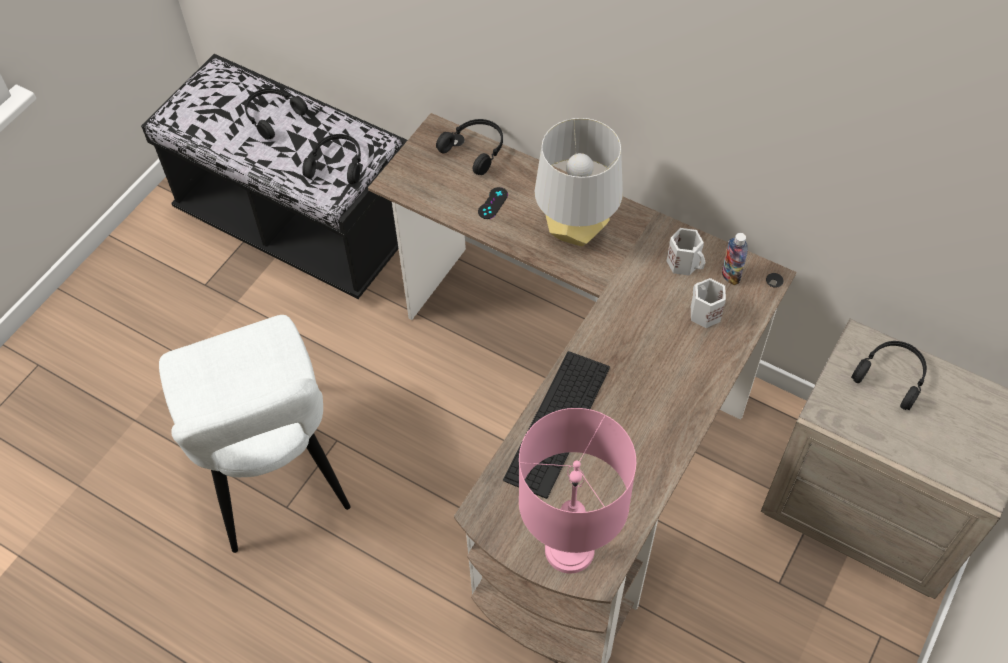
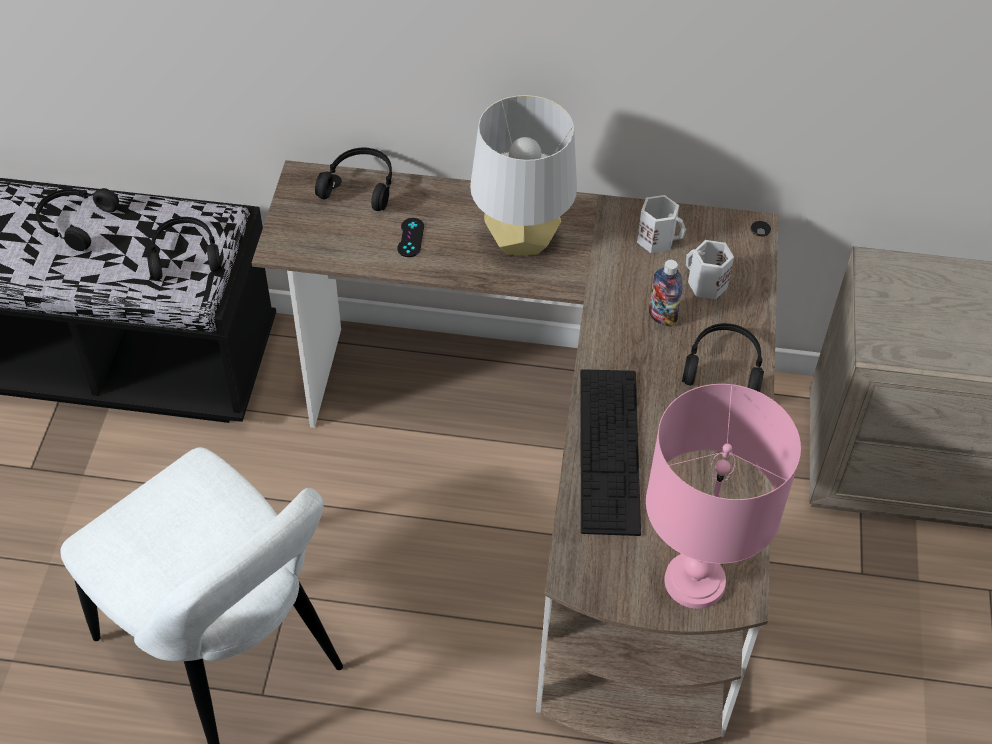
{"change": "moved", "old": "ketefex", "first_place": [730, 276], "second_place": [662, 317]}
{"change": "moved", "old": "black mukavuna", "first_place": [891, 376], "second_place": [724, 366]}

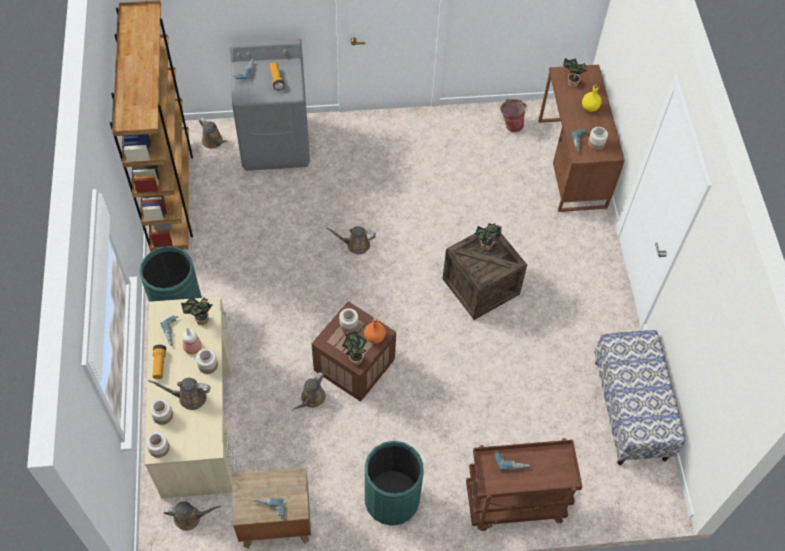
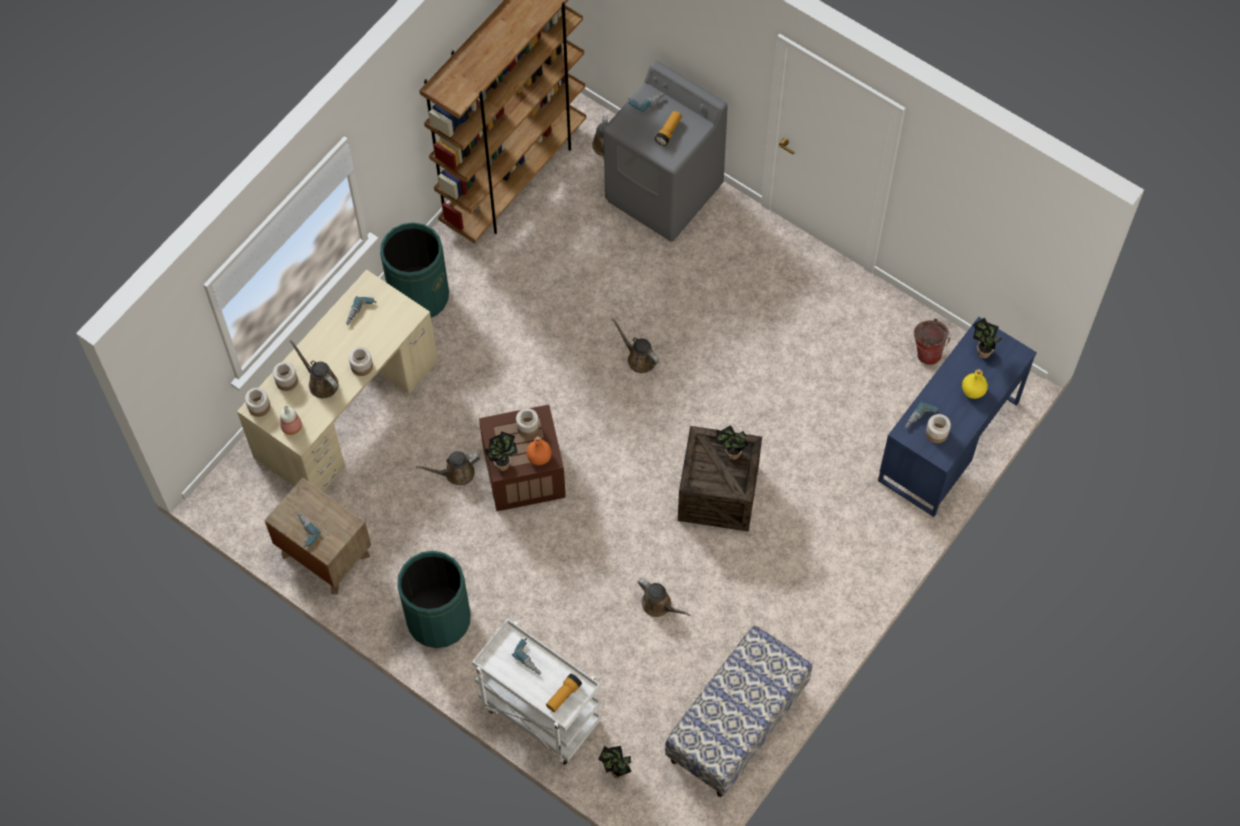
{"change": "recoloured", "old": "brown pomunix", "new": "blue pomunix", "first_place": [571, 163], "second_place": [948, 441]}
{"change": "moved", "old": "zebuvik", "first_place": [200, 320], "second_place": [616, 771]}
{"change": "moved", "old": "ketefex", "first_place": [192, 347], "second_place": [291, 426]}
{"change": "moved", "old": "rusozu", "first_place": [159, 364], "second_place": [563, 695]}
{"change": "recoloured", "old": "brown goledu", "new": "white goledu", "first_place": [513, 504], "second_place": [539, 714]}
{"change": "moved", "old": "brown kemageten", "first_place": [190, 517], "second_place": [659, 605]}

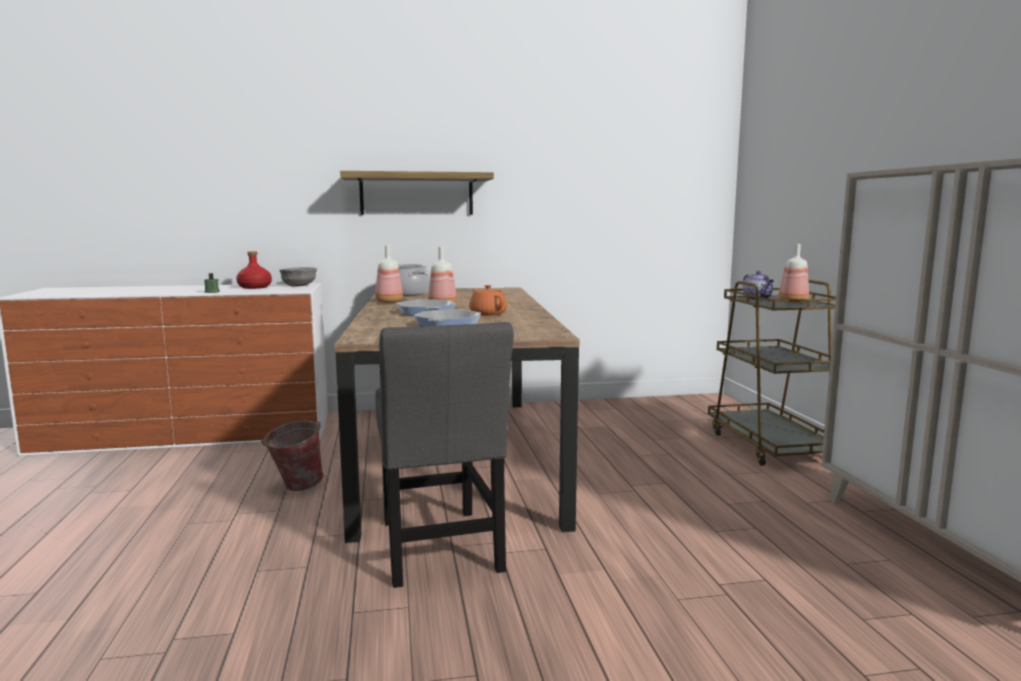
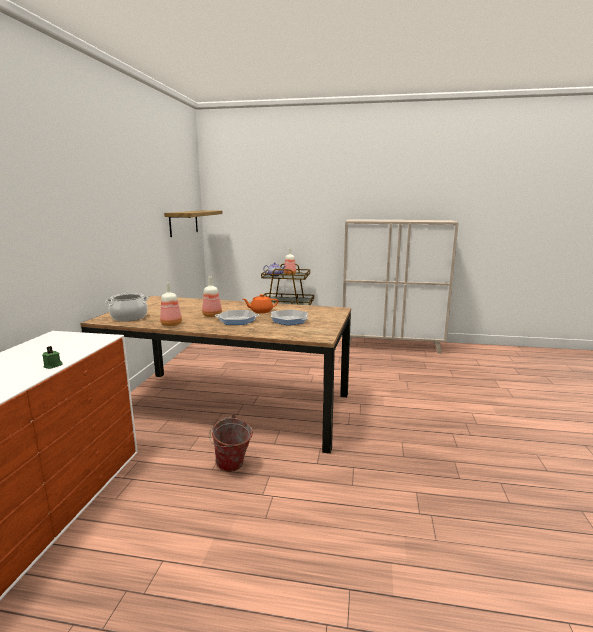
{"change": "moved", "old": "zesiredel", "first_place": [416, 194], "second_place": [183, 223]}
{"change": "removed", "old": "red ketefex", "first_place": [254, 287]}
{"change": "removed", "old": "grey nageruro", "first_place": [299, 286]}
{"change": "removed", "old": "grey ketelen", "first_place": [440, 550]}

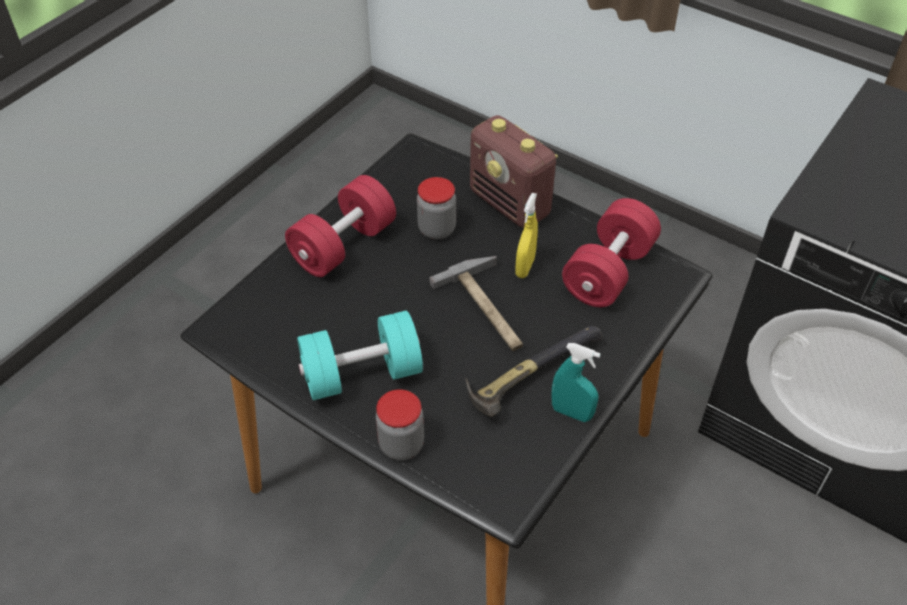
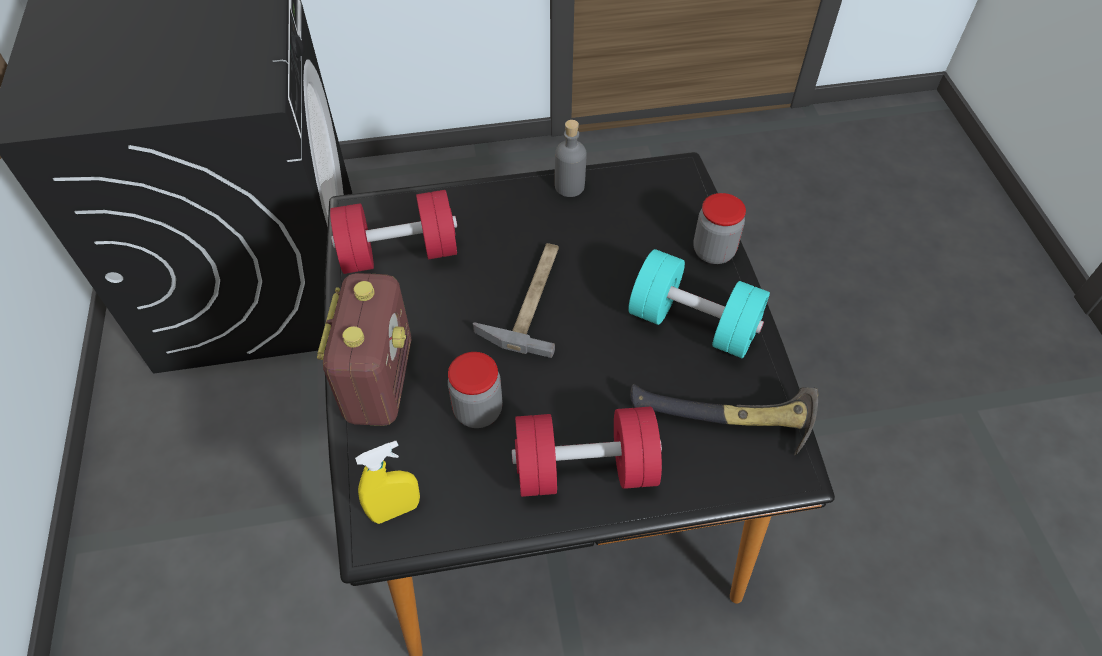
{"change": "moved", "old": "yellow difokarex", "first_place": [525, 267], "second_place": [395, 510]}
{"change": "moved", "old": "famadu", "first_place": [527, 376], "second_place": [726, 423]}
{"change": "replaced", "old": "turquoise difokarex", "new": "grey ketefex", "first_place": [571, 412], "second_place": [569, 186]}

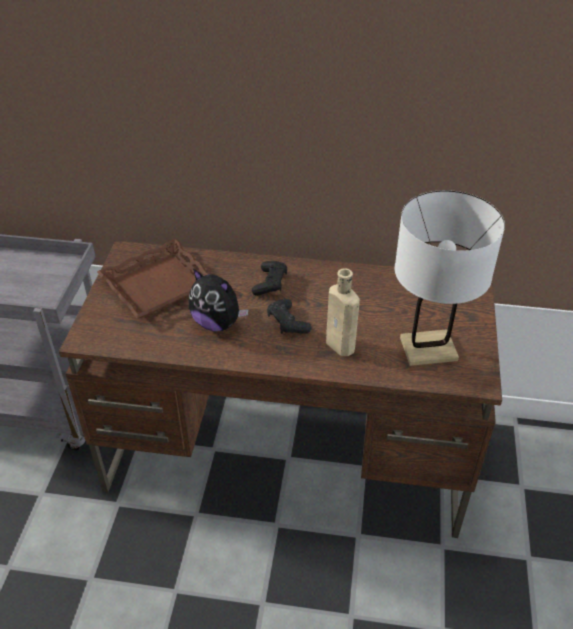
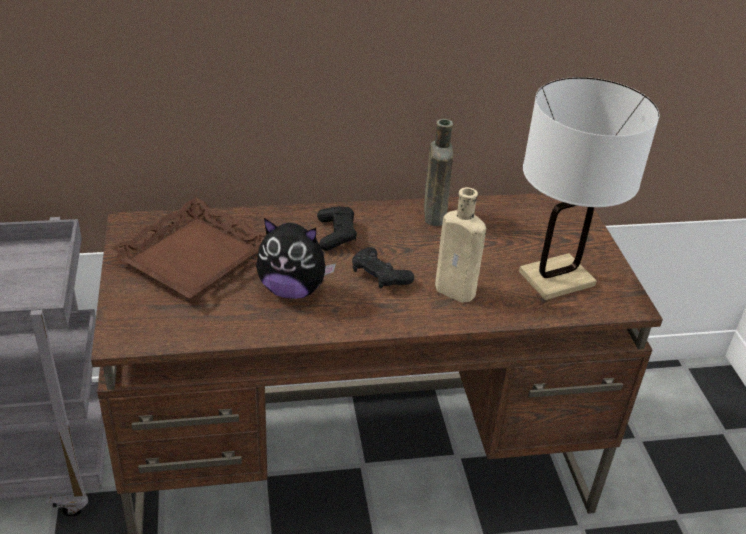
{"change": "added", "new": "brown ketefex", "second_place": [434, 213]}

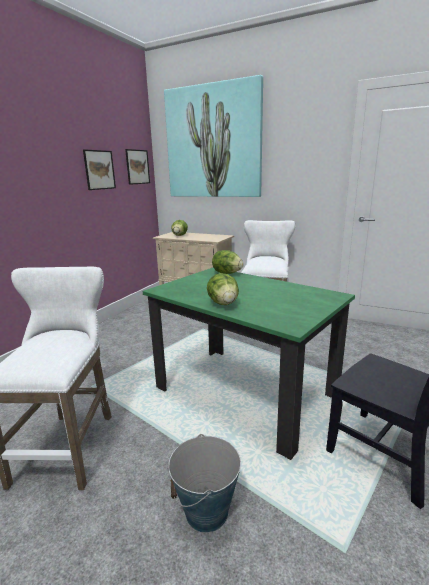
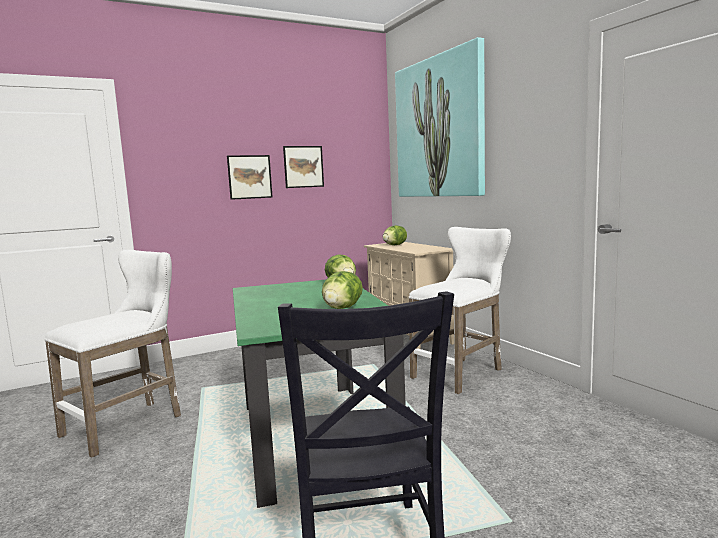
{"change": "moved", "old": "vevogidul", "first_place": [137, 167], "second_place": [249, 177]}
{"change": "moved", "old": "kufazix", "first_place": [223, 304], "second_place": [342, 308]}
{"change": "removed", "old": "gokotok", "first_place": [206, 512]}

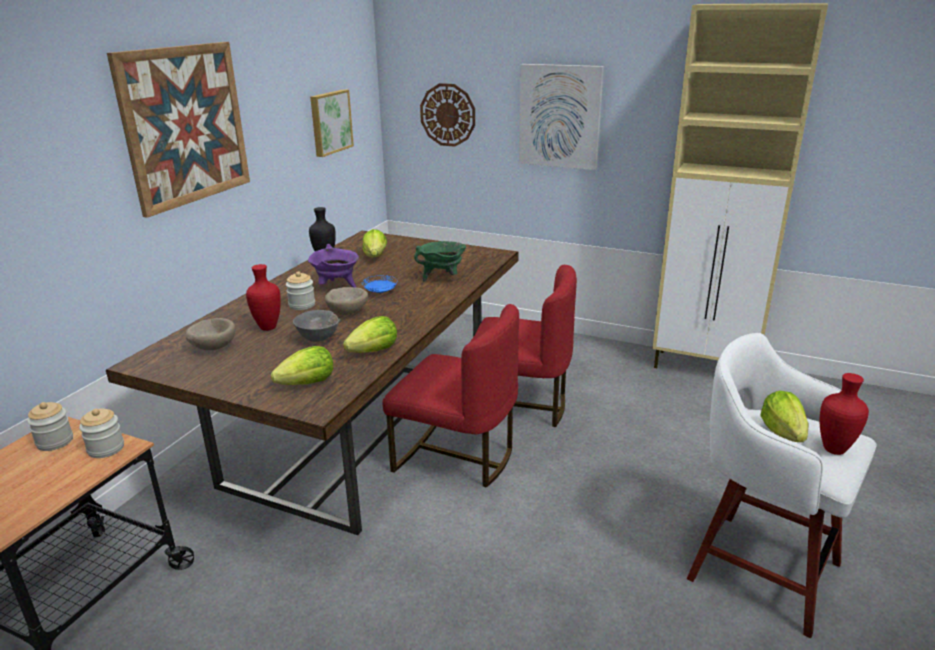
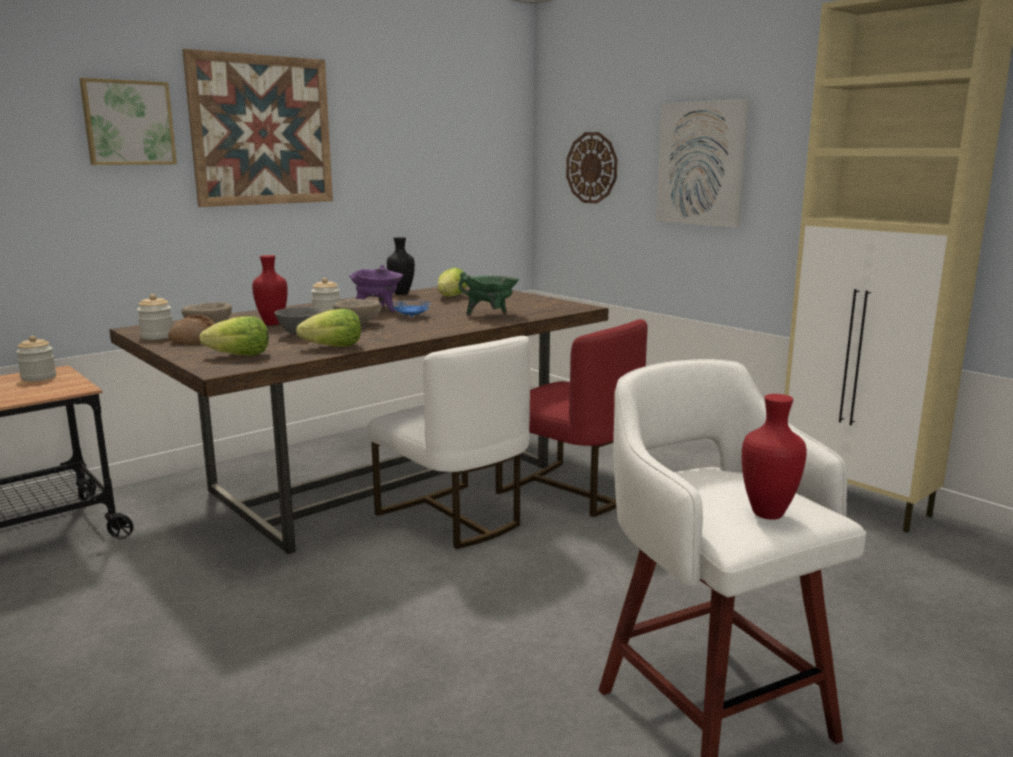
{"change": "moved", "old": "vevogidul", "first_place": [330, 122], "second_place": [128, 123]}
{"change": "recoloured", "old": "red ketelen", "new": "white ketelen", "first_place": [456, 457], "second_place": [453, 517]}
{"change": "removed", "old": "kufazix", "first_place": [783, 433]}
{"change": "moved", "old": "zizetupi", "first_place": [106, 448], "second_place": [157, 336]}
{"change": "added", "new": "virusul", "second_place": [195, 340]}

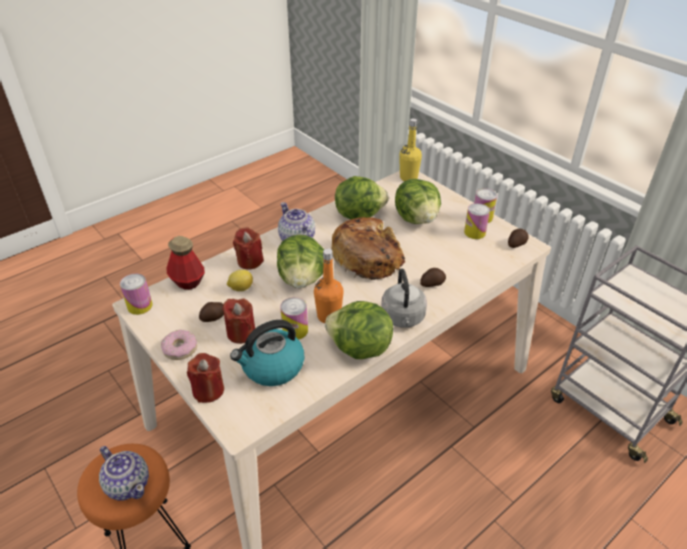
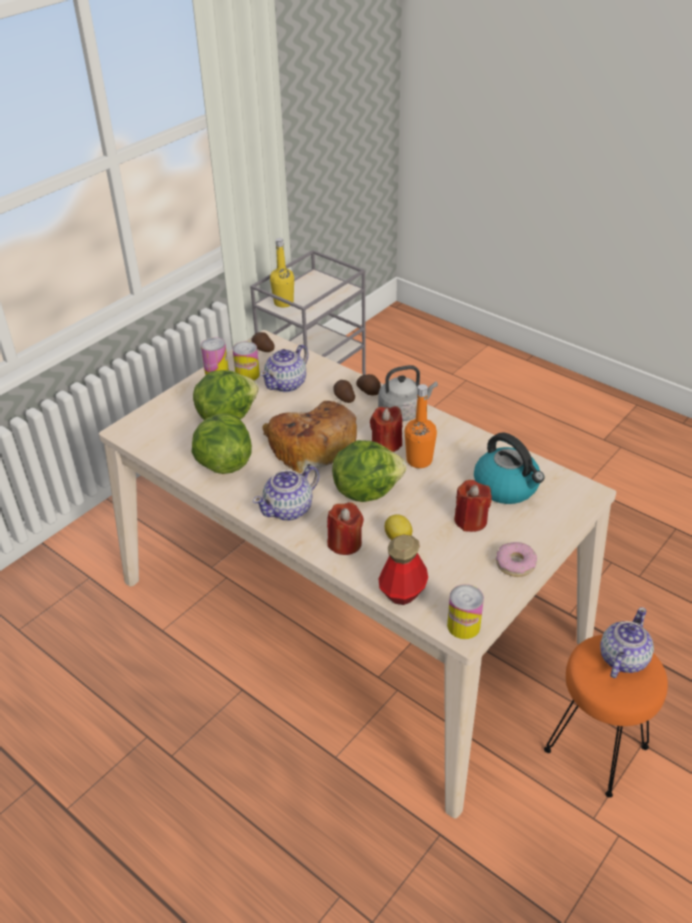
{"change": "moved", "old": "yellow ketefex", "first_place": [408, 178], "second_place": [283, 303]}
{"change": "removed", "old": "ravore", "first_place": [295, 330]}
{"change": "removed", "old": "kufazix", "first_place": [359, 349]}
{"change": "moved", "old": "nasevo", "first_place": [214, 318], "second_place": [369, 391]}
{"change": "moved", "old": "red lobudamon", "first_place": [208, 390], "second_place": [386, 444]}
{"change": "added", "new": "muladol", "second_place": [287, 384]}

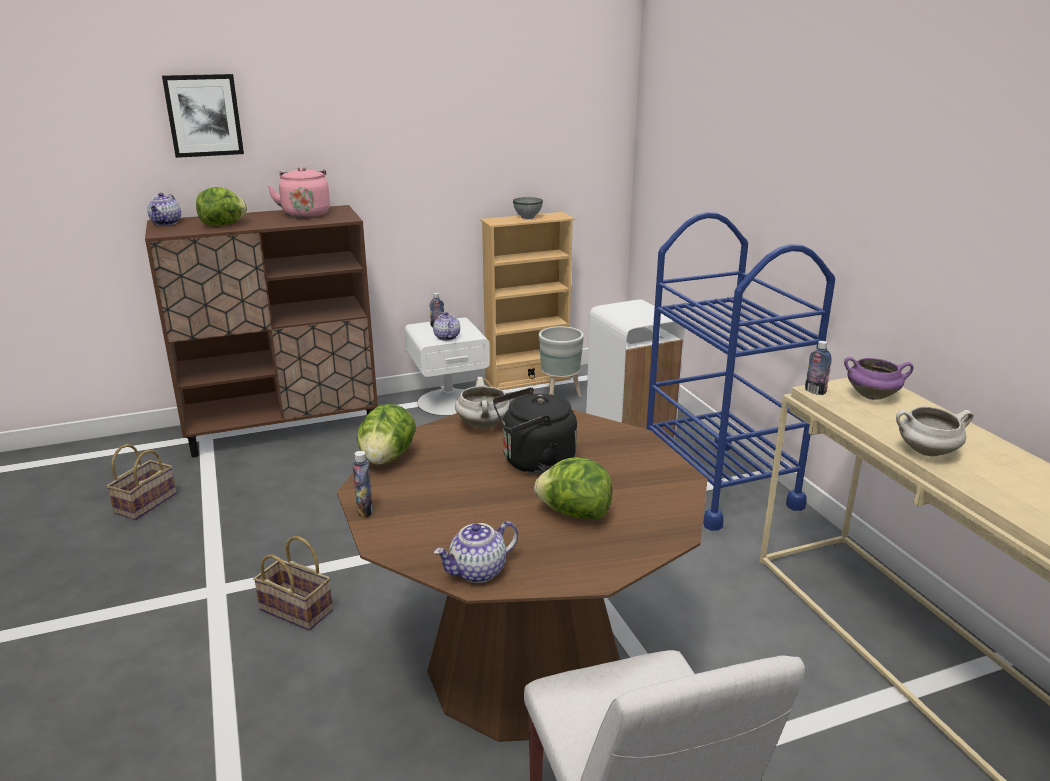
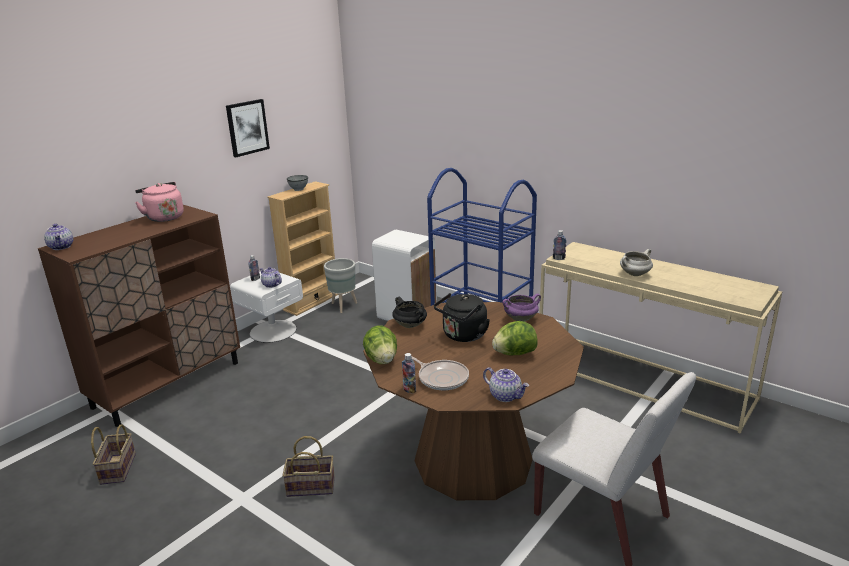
{"change": "moved", "old": "vevogidul", "first_place": [204, 115], "second_place": [247, 127]}
{"change": "removed", "old": "kufazix", "first_place": [223, 225]}
{"change": "moved", "old": "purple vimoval", "first_place": [872, 396], "second_place": [521, 319]}
{"change": "recoloured", "old": "white vimoval", "new": "black vimoval", "first_place": [484, 425], "second_place": [411, 325]}
{"change": "turned", "old": "muladol", "first_place": [478, 572], "second_place": [505, 396], "degrees": -75}
{"change": "added", "new": "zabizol", "second_place": [441, 378]}

